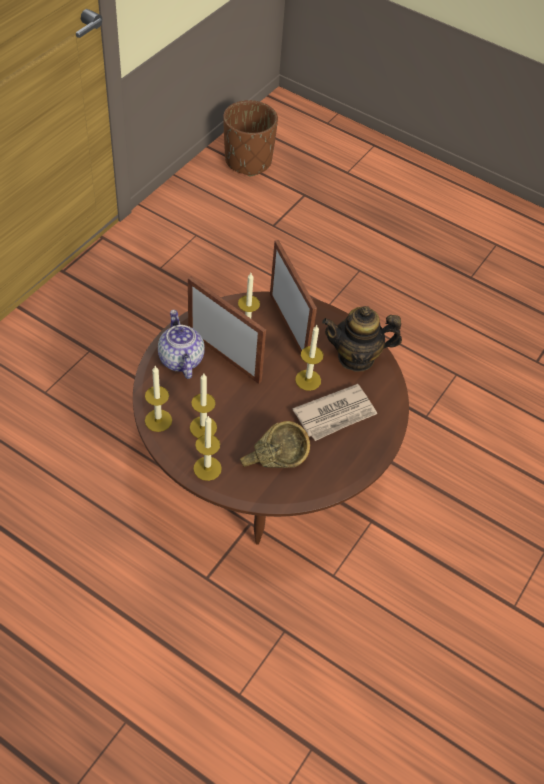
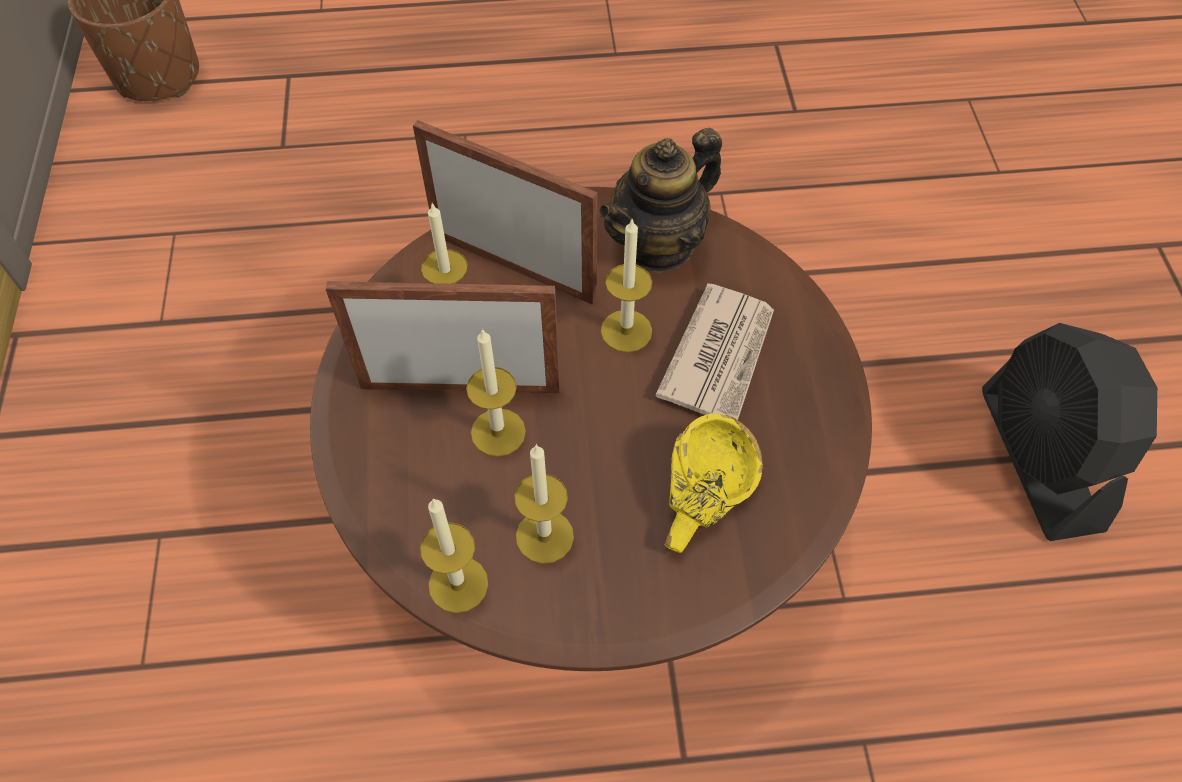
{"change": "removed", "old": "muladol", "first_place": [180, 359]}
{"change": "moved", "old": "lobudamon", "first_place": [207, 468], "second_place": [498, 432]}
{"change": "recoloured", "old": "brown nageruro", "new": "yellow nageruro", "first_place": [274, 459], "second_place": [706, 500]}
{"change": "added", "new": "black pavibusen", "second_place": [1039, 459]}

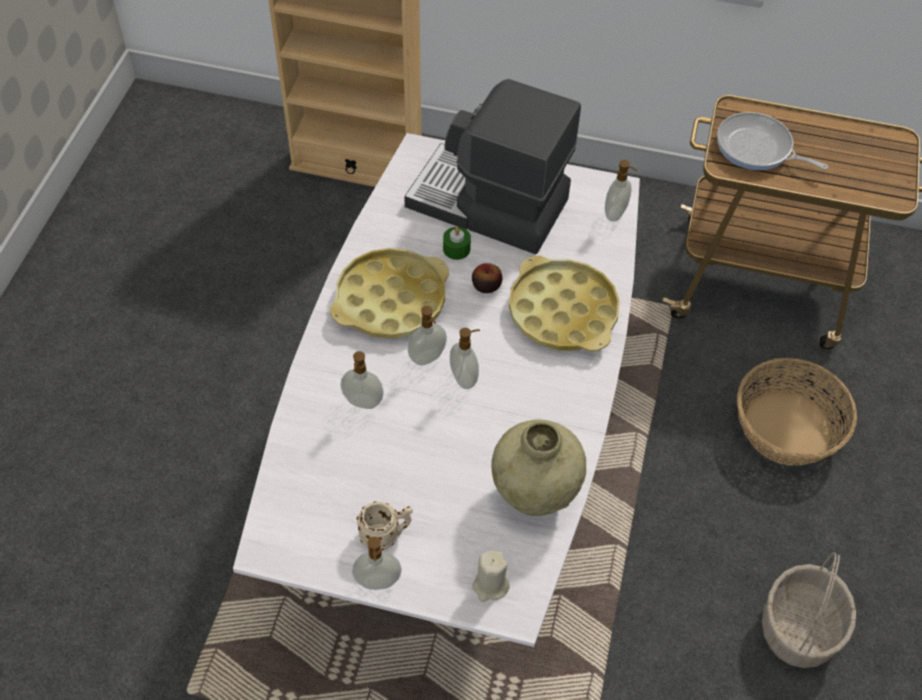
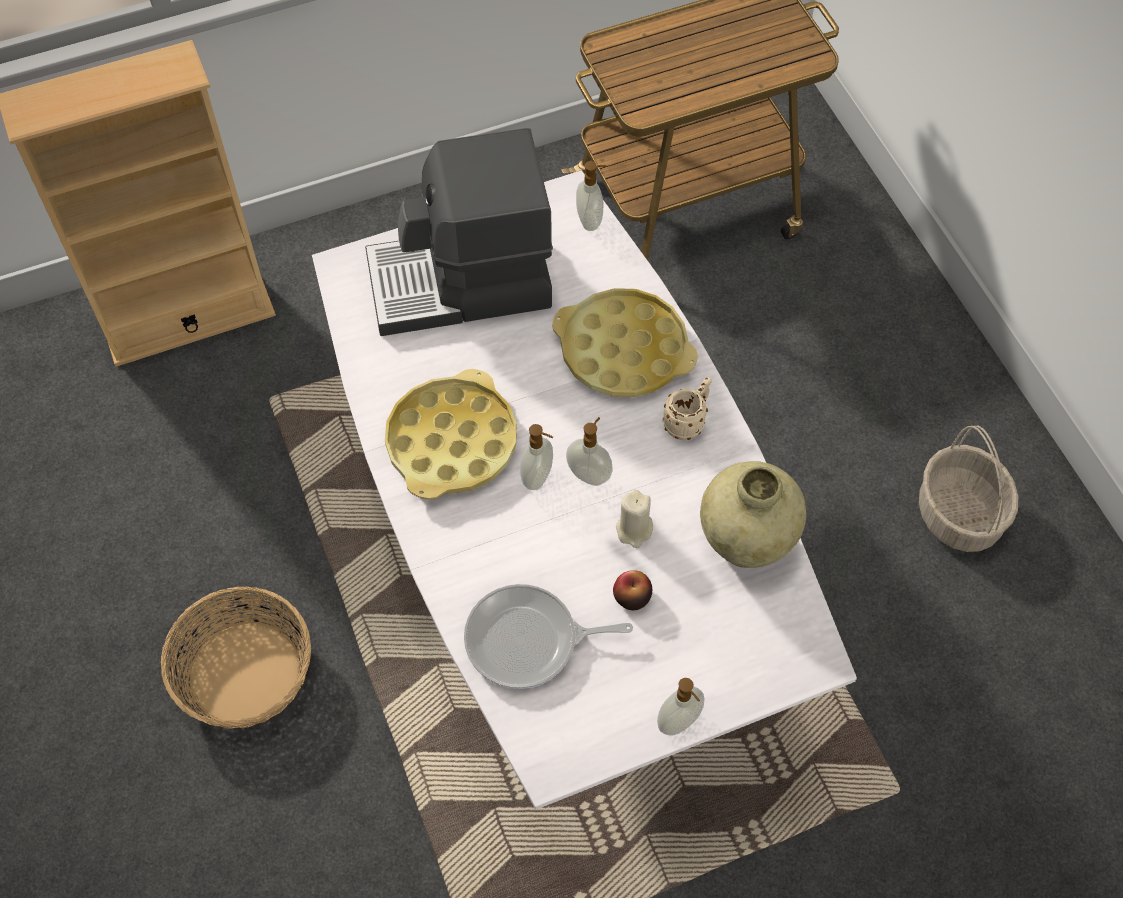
{"change": "moved", "old": "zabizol", "first_place": [757, 148], "second_place": [528, 641]}
{"change": "removed", "old": "green lobudamon", "first_place": [456, 249]}
{"change": "moved", "old": "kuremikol", "first_place": [486, 285], "second_place": [632, 596]}
{"change": "removed", "old": "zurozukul", "first_place": [362, 403]}
{"change": "moved", "old": "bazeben", "first_place": [786, 427], "second_place": [245, 673]}
{"change": "moved", "old": "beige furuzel", "first_place": [386, 535], "second_place": [688, 422]}
{"change": "moved", "old": "beige lobudamon", "first_place": [490, 586], "second_place": [634, 530]}

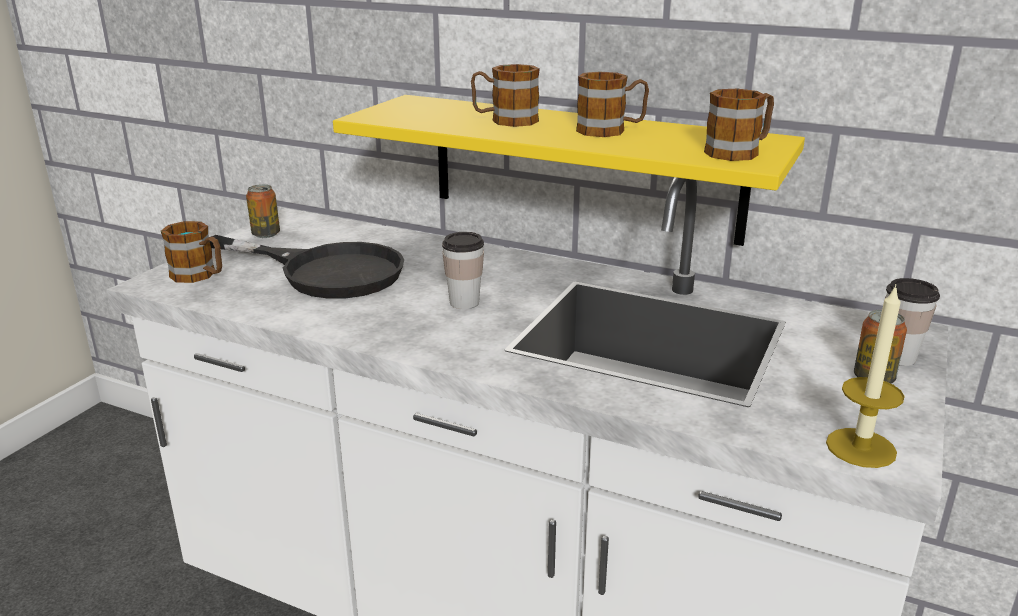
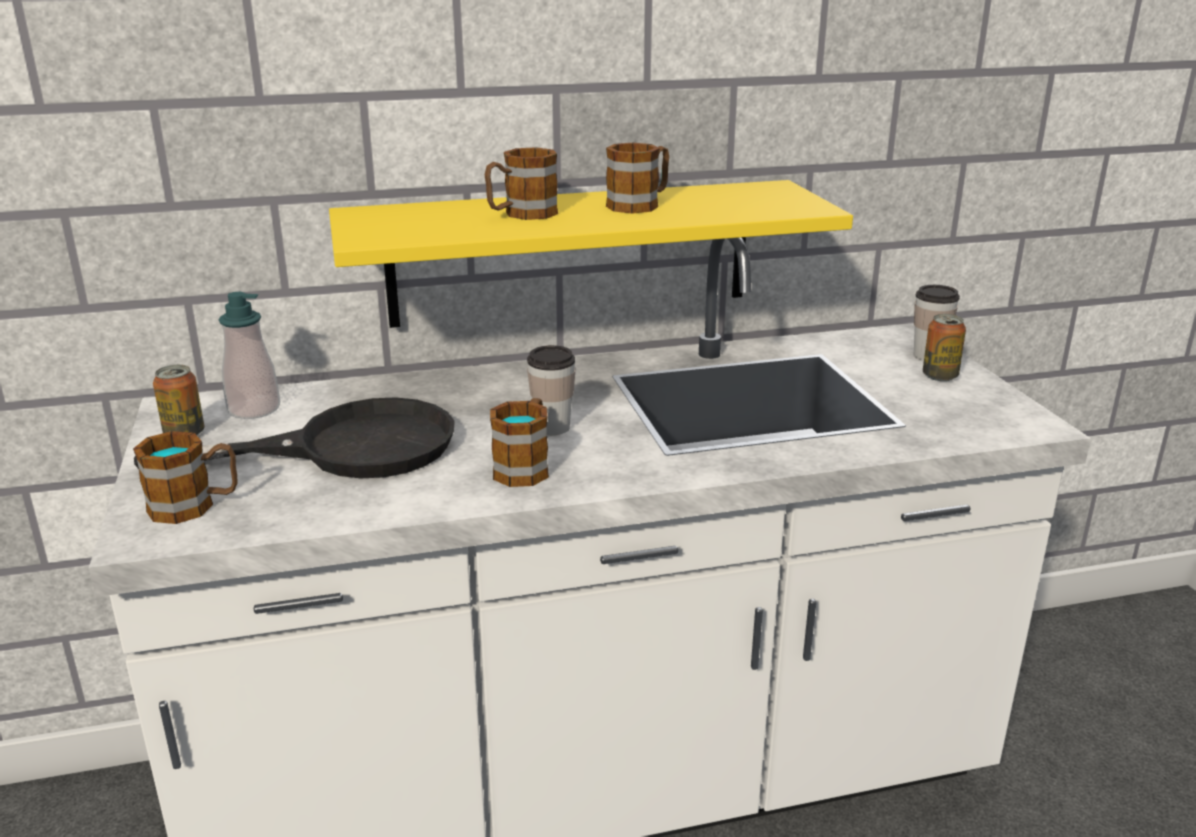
{"change": "moved", "old": "furuzel", "first_place": [739, 152], "second_place": [525, 466]}
{"change": "removed", "old": "lobudamon", "first_place": [861, 448]}
{"change": "added", "new": "zurozukul", "second_place": [254, 409]}

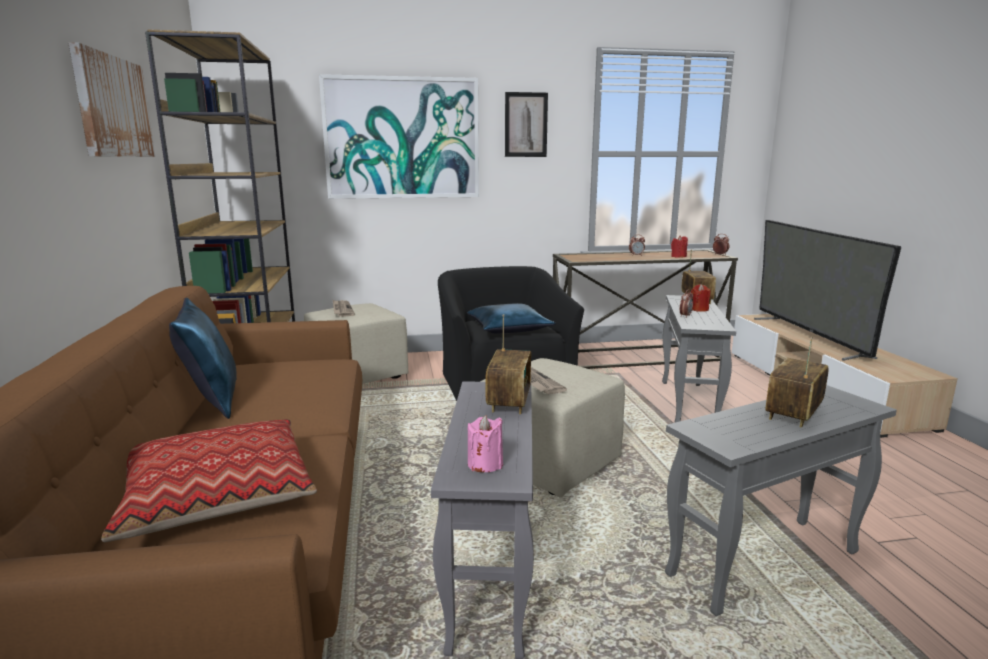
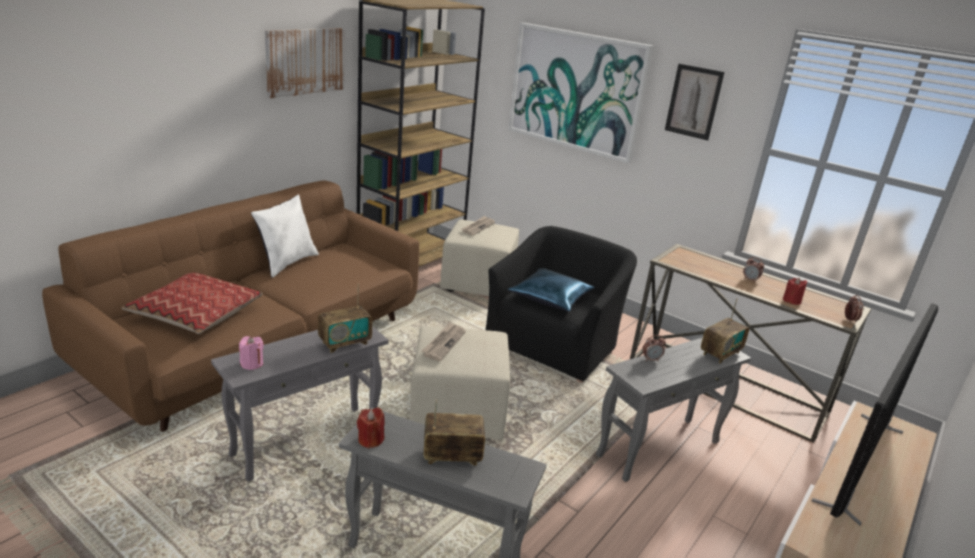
{"change": "moved", "old": "red lobudamon", "first_place": [699, 309], "second_place": [370, 440]}
{"change": "recoloured", "old": "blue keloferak", "new": "white keloferak", "first_place": [212, 401], "second_place": [287, 263]}

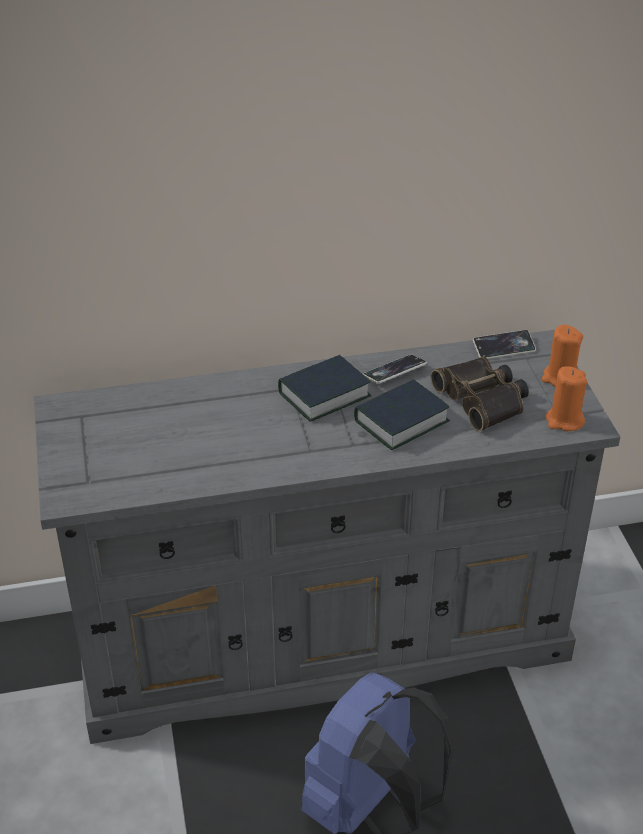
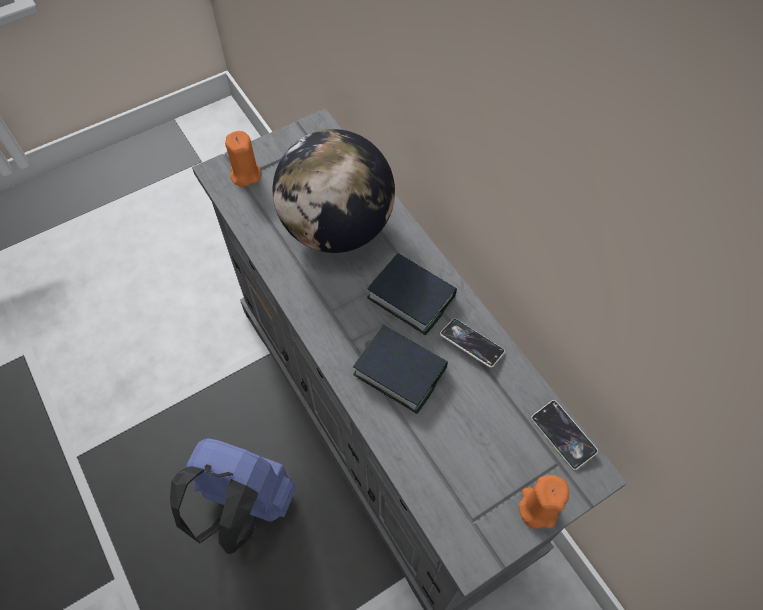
{"change": "removed", "old": "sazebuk", "first_place": [483, 399]}
{"change": "moved", "old": "orange lobudamon", "first_place": [564, 420], "second_place": [245, 174]}
{"change": "added", "new": "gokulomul", "second_place": [337, 228]}

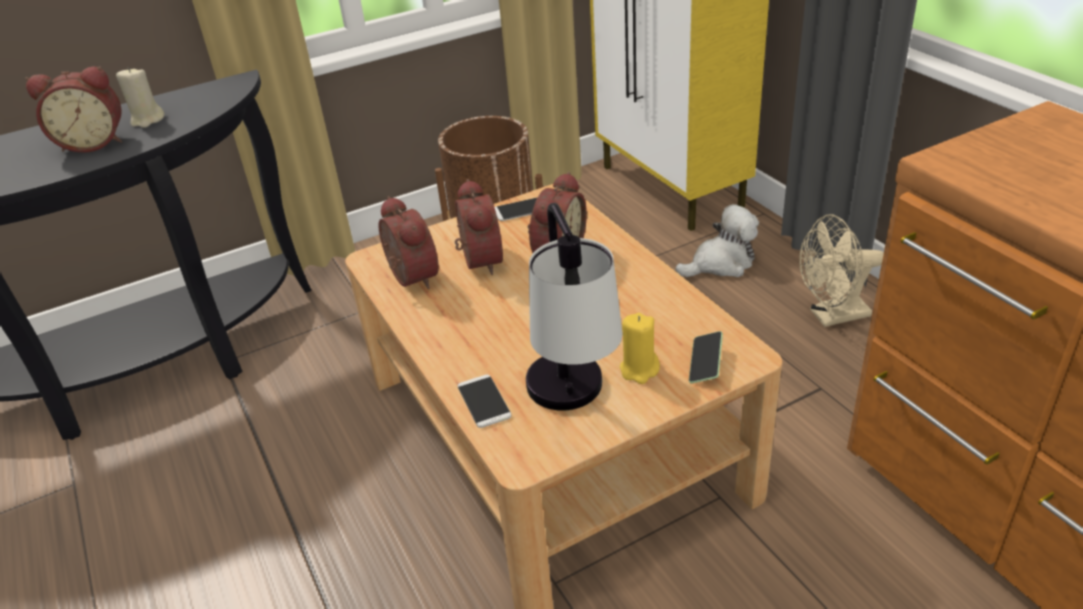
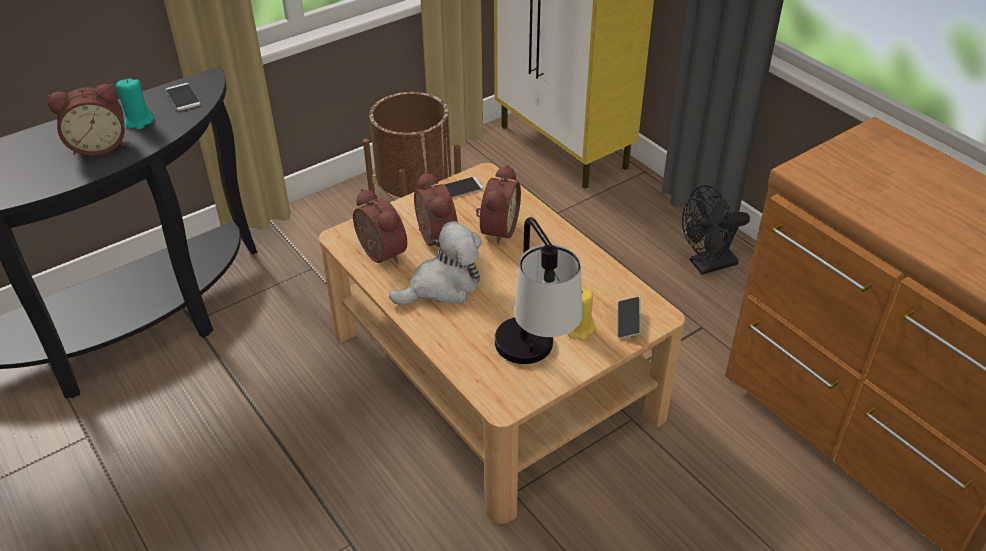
{"change": "recoloured", "old": "beige lobudamon", "new": "turquoise lobudamon", "first_place": [147, 120], "second_place": [139, 121]}
{"change": "moved", "old": "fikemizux", "first_place": [721, 264], "second_place": [442, 286]}
{"change": "recoloured", "old": "beige pavibusen", "new": "black pavibusen", "first_place": [832, 316], "second_place": [707, 265]}
{"change": "moved", "old": "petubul", "first_place": [484, 401], "second_place": [183, 97]}

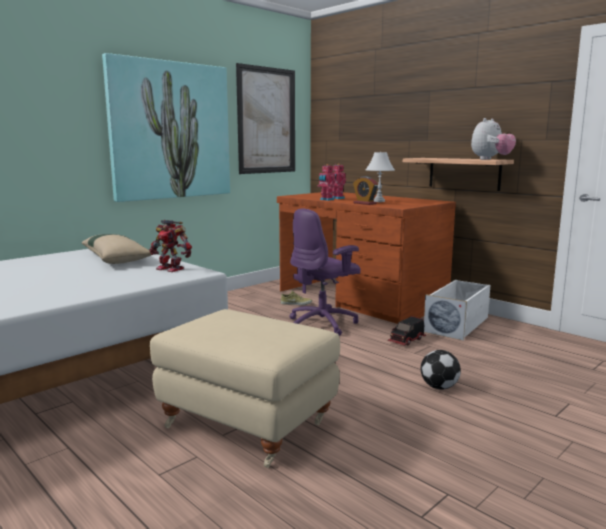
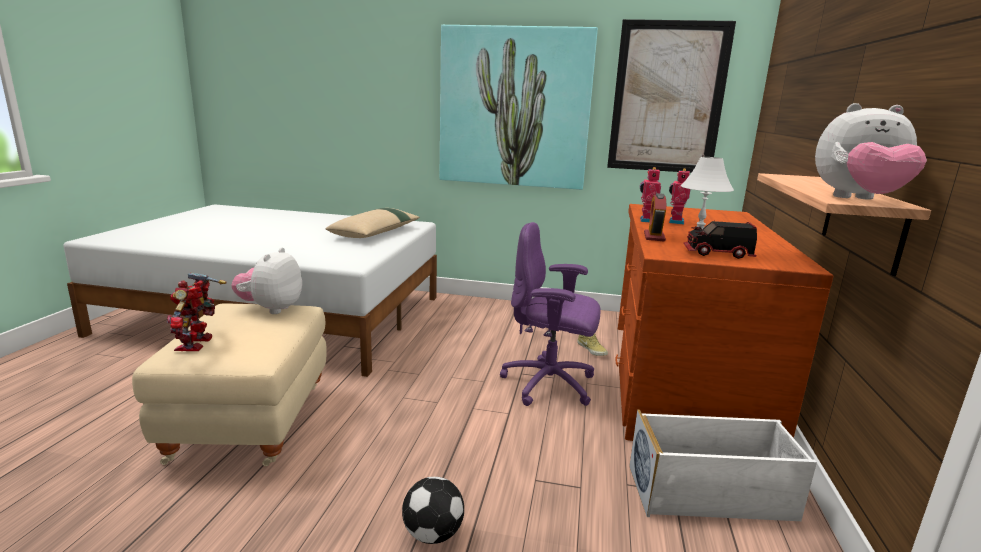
{"change": "moved", "old": "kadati", "first_place": [171, 268], "second_place": [197, 344]}
{"change": "moved", "old": "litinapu", "first_place": [407, 340], "second_place": [717, 254]}
{"change": "added", "new": "fikemizux", "second_place": [271, 309]}

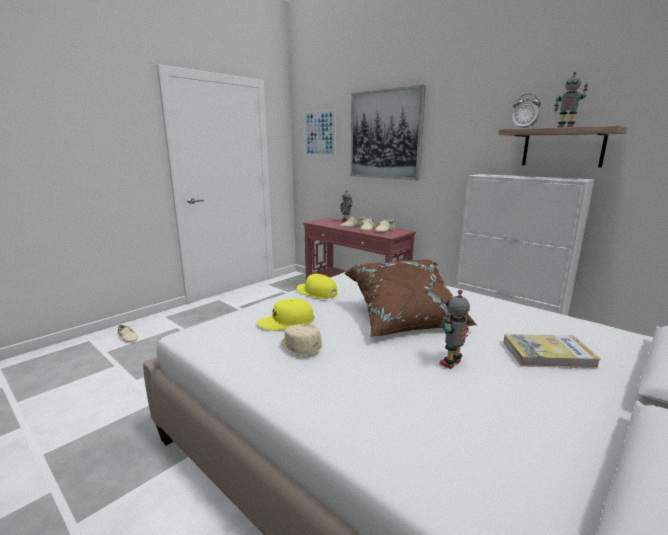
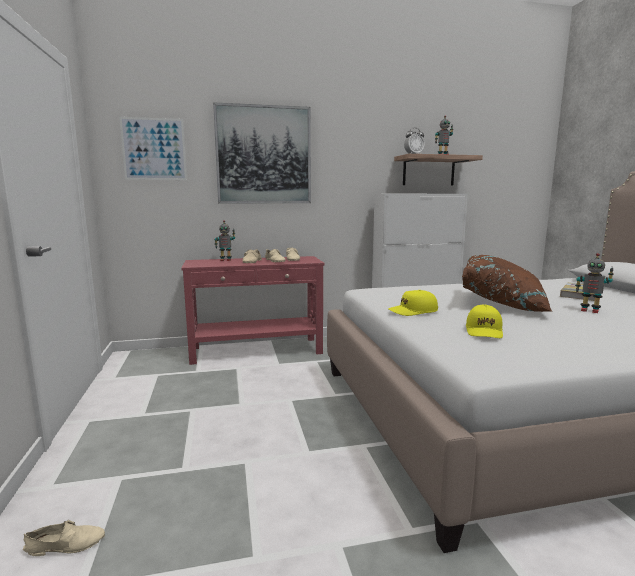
{"change": "turned", "old": "kadati", "first_place": [452, 363], "second_place": [589, 310], "degrees": -45}
{"change": "removed", "old": "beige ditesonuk", "first_place": [299, 347]}

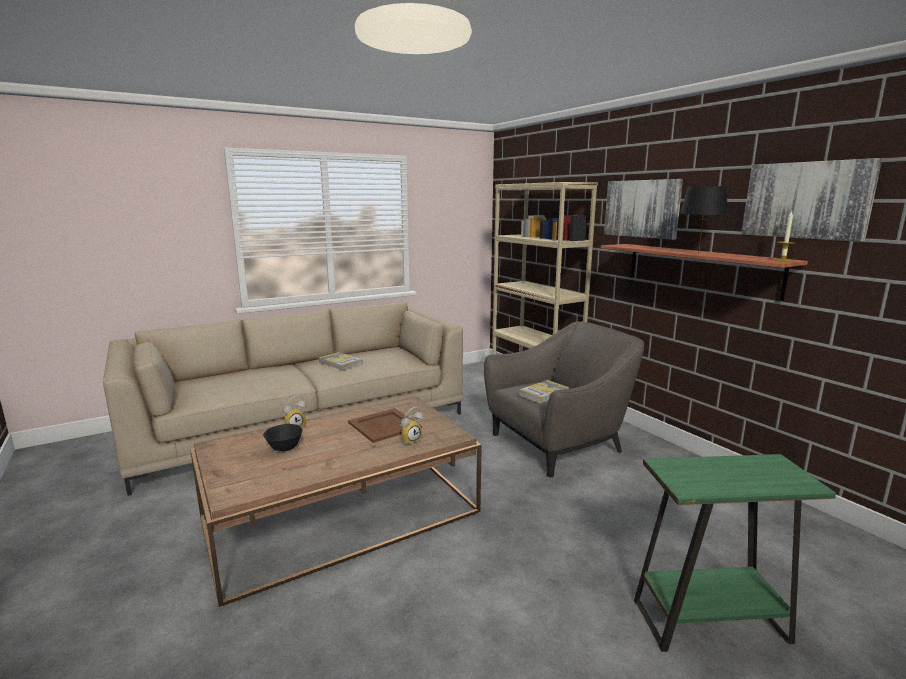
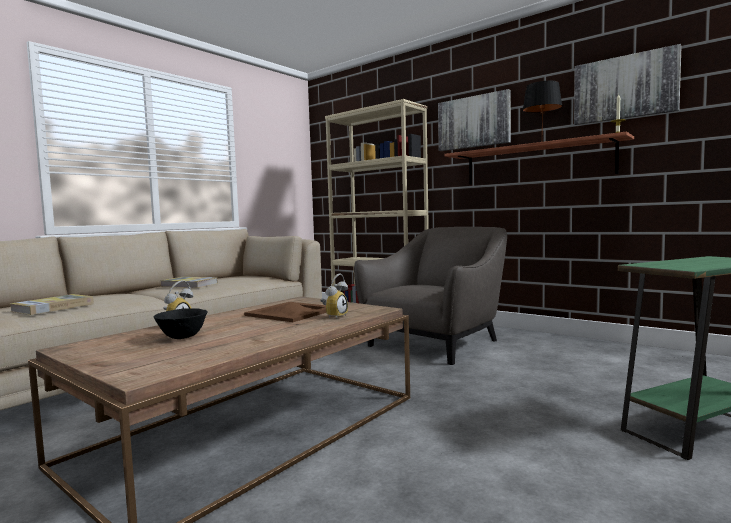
{"change": "moved", "old": "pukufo", "first_place": [543, 394], "second_place": [53, 307]}

